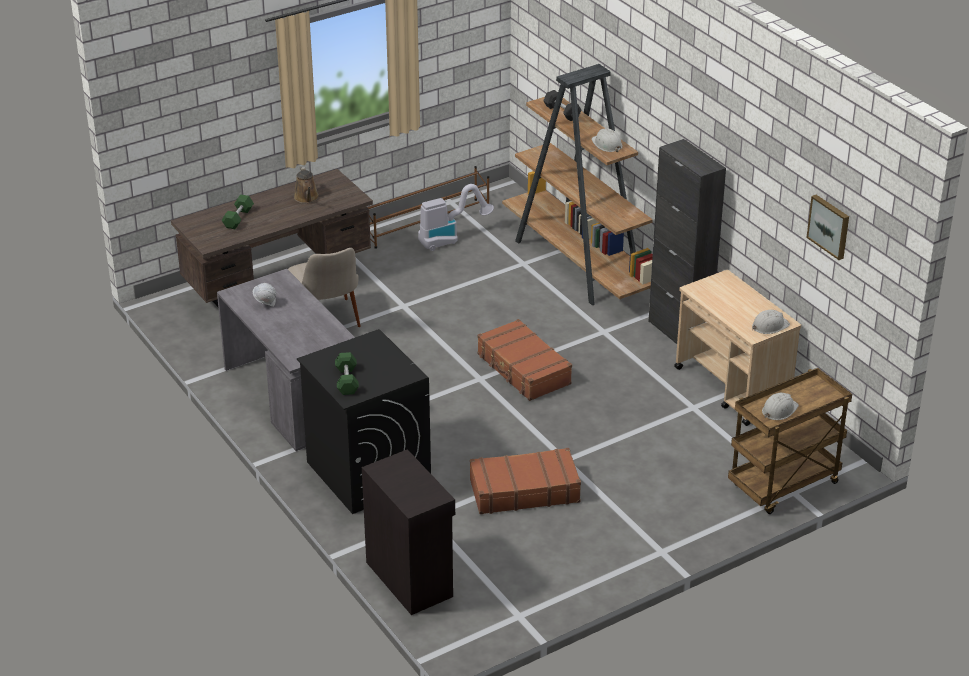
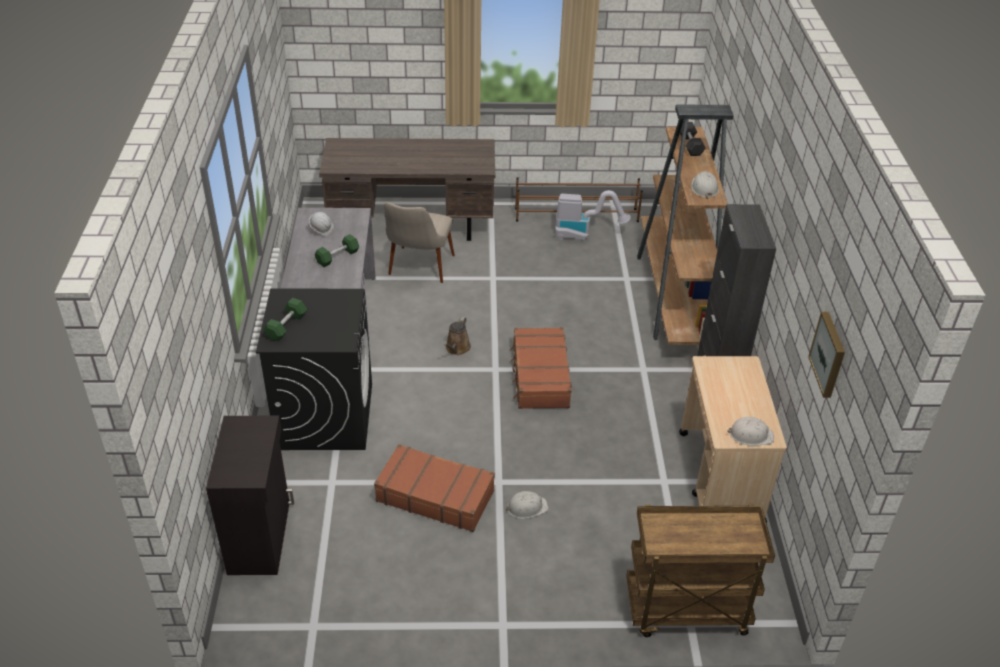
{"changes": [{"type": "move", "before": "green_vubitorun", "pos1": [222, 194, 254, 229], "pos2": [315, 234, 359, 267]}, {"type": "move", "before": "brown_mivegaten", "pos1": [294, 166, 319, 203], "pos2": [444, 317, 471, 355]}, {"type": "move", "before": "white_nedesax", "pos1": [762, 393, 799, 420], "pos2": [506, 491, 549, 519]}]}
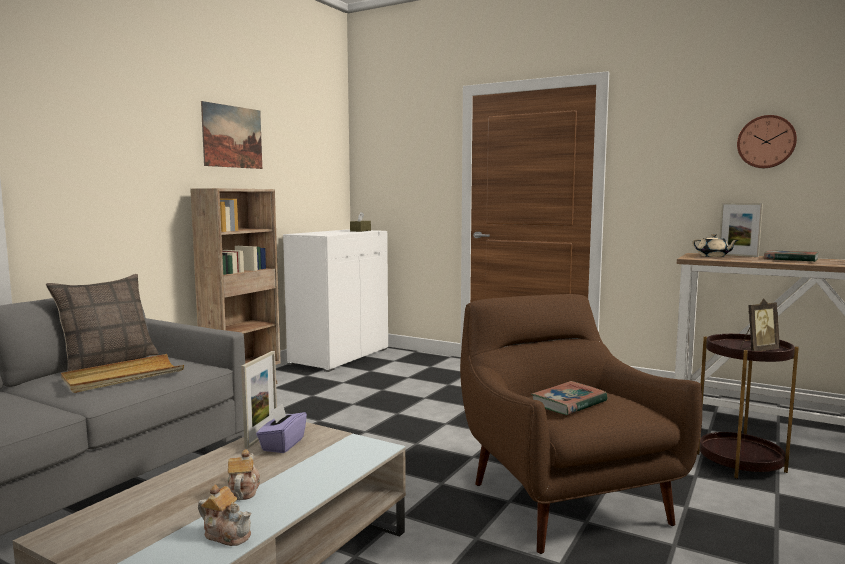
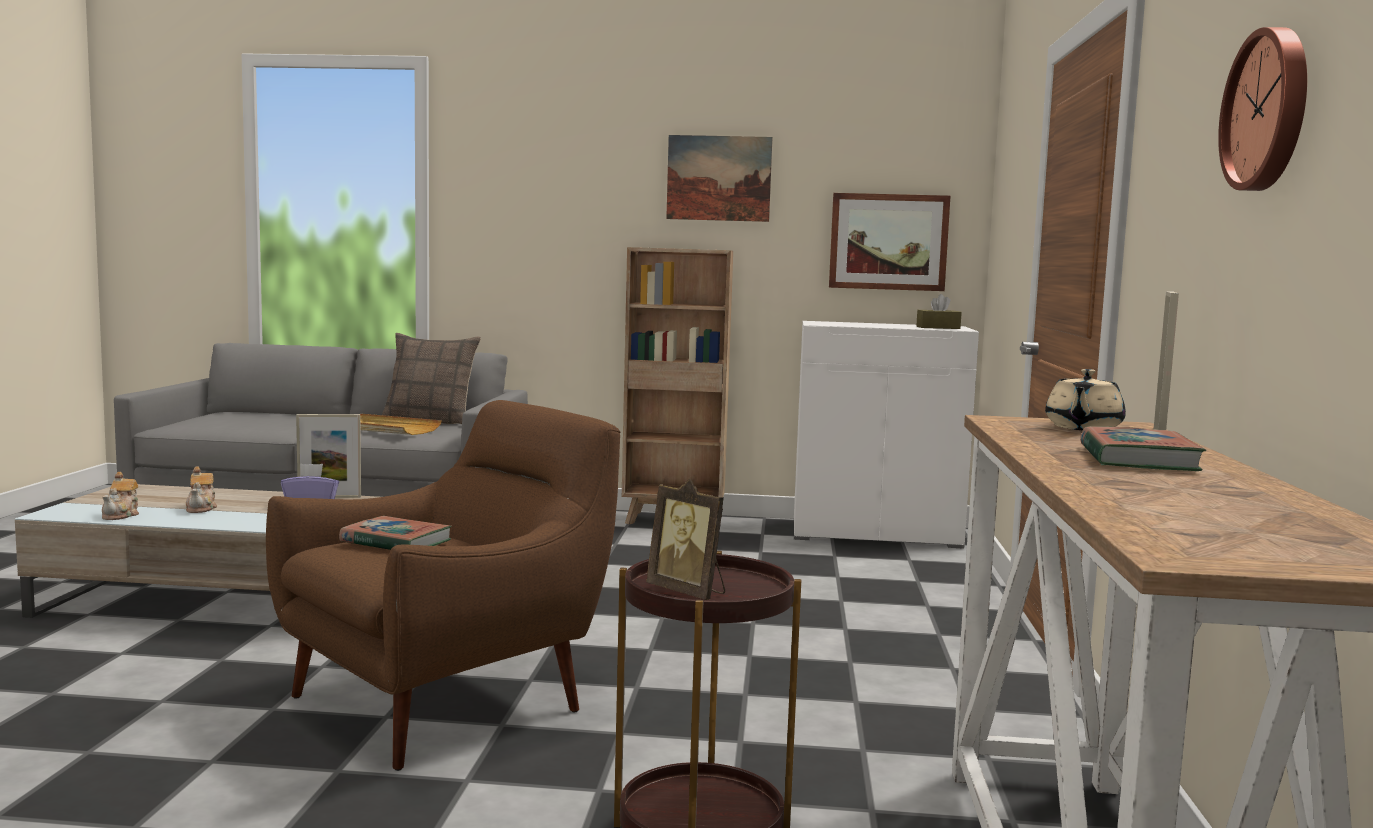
{"changes": [{"type": "rotate", "before": "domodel", "pos1": [228, 449, 260, 500], "pos2": [186, 466, 217, 513], "turn": 105}, {"type": "insert", "after": "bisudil", "pos2": [829, 193, 950, 291]}]}
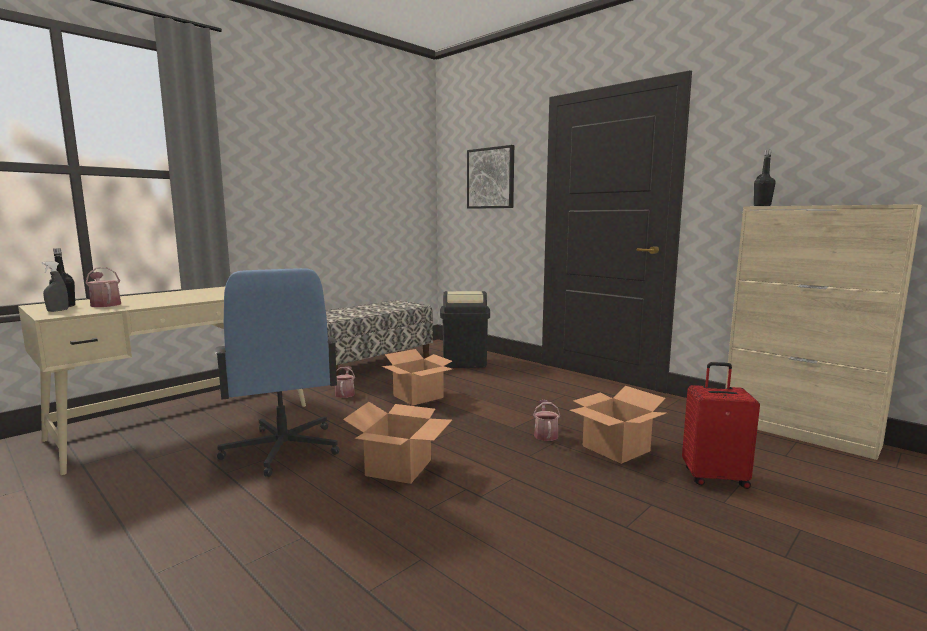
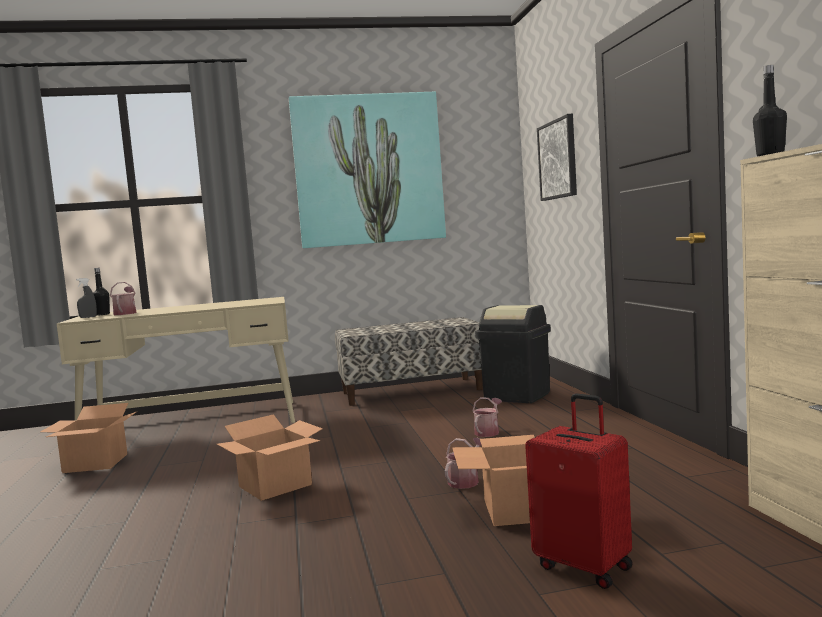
{"changes": [{"type": "move", "before": "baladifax", "pos1": [382, 349, 452, 406], "pos2": [41, 403, 136, 473]}, {"type": "insert", "after": "bisudil", "pos2": [289, 92, 446, 248]}, {"type": "move", "before": "mivegaten", "pos1": [335, 366, 355, 398], "pos2": [473, 397, 502, 437]}, {"type": "delete", "before": "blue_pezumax", "pos1": [214, 268, 340, 477]}]}
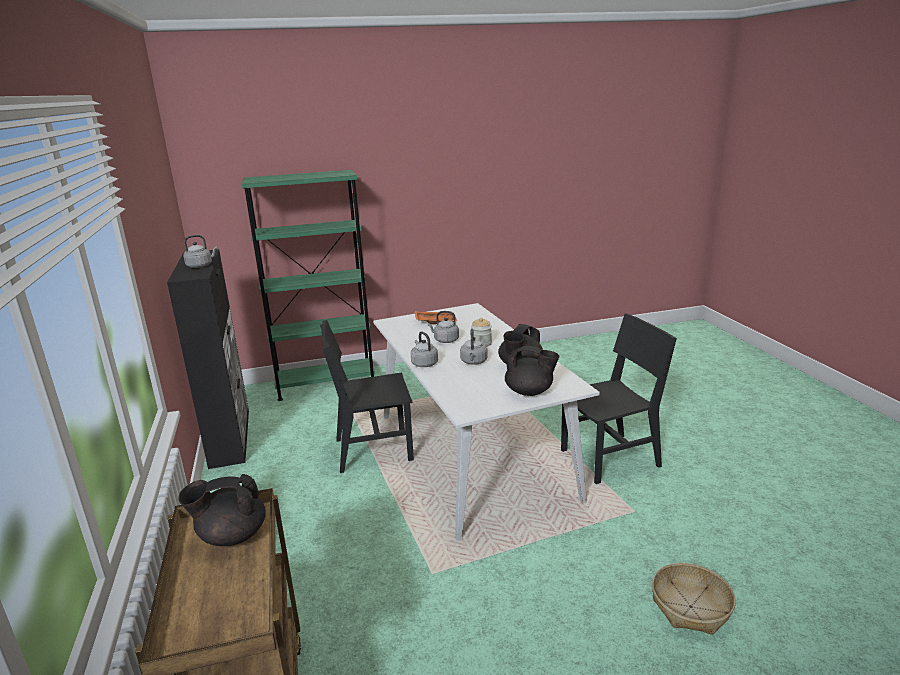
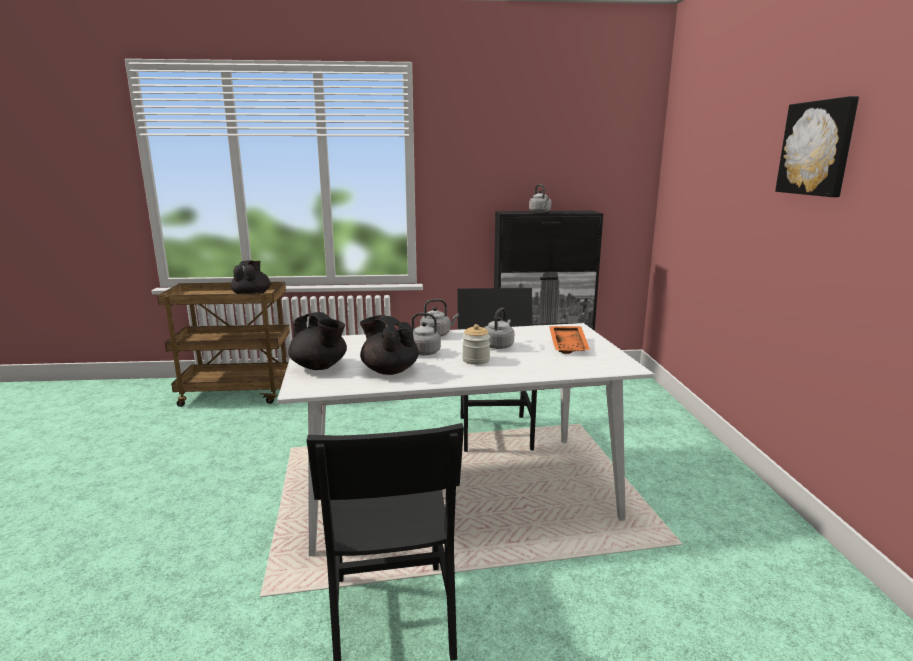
{"changes": [{"type": "rotate", "before": "black_domodel", "pos1": [505, 346, 560, 396], "pos2": [288, 312, 347, 370], "turn": -75}, {"type": "insert", "after": "bisudil", "pos2": [775, 96, 859, 197]}, {"type": "delete", "before": "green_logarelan", "pos1": [242, 170, 375, 401]}, {"type": "delete", "before": "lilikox", "pos1": [652, 563, 736, 635]}]}
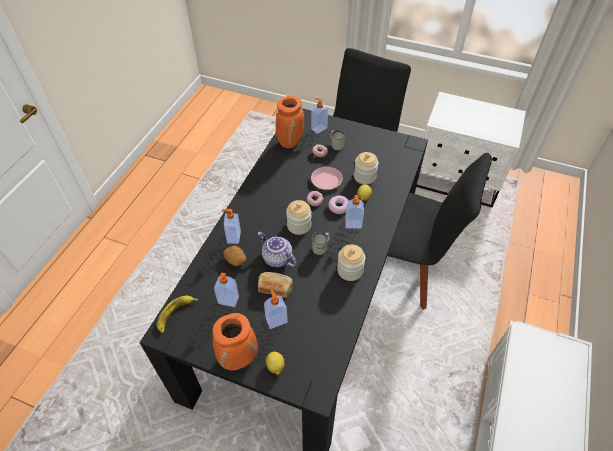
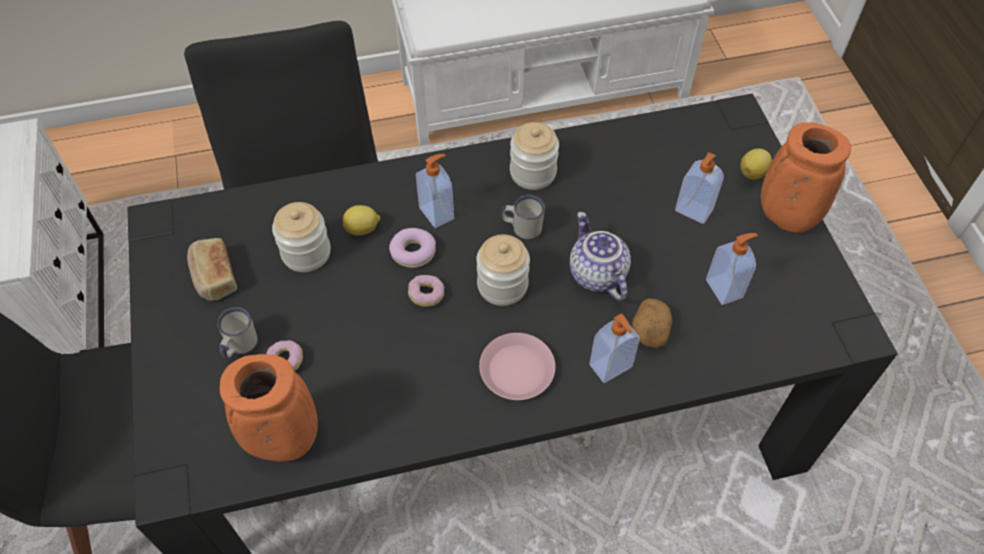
{"changes": [{"type": "move", "before": "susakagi", "pos1": [258, 272, 293, 298], "pos2": [187, 238, 237, 301]}, {"type": "move", "before": "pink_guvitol", "pos1": [311, 167, 343, 190], "pos2": [479, 333, 556, 400]}, {"type": "rotate", "before": "domodel", "pos1": [258, 232, 297, 268], "pos2": [570, 212, 631, 301], "turn": 150}, {"type": "delete", "before": "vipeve", "pos1": [157, 296, 198, 333]}, {"type": "delete", "before": "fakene", "pos1": [311, 98, 328, 134]}]}
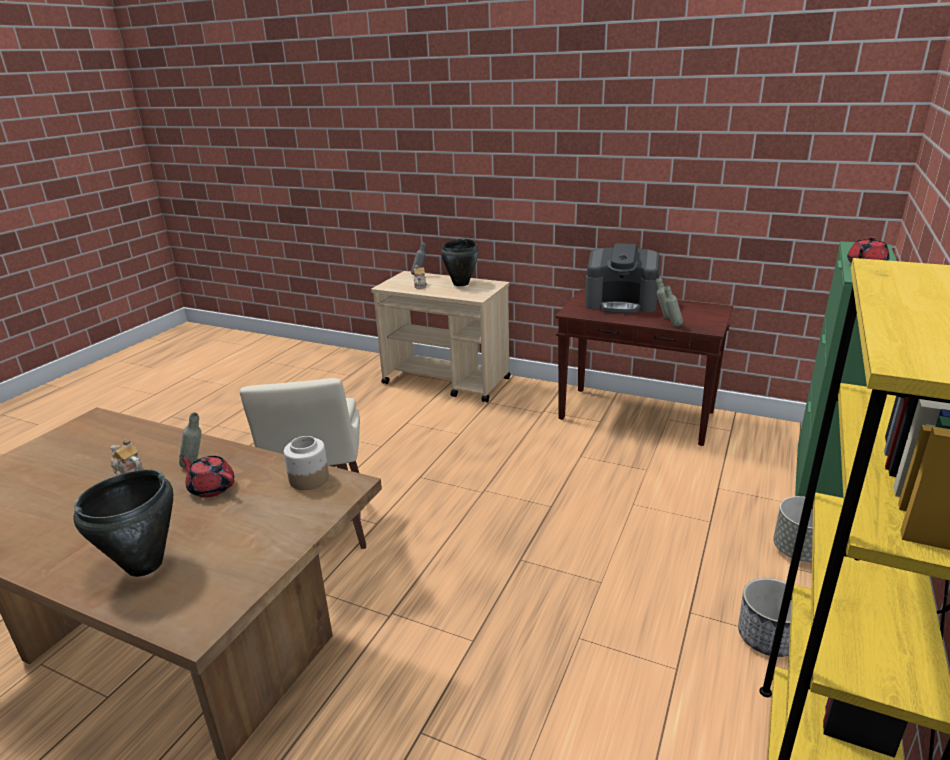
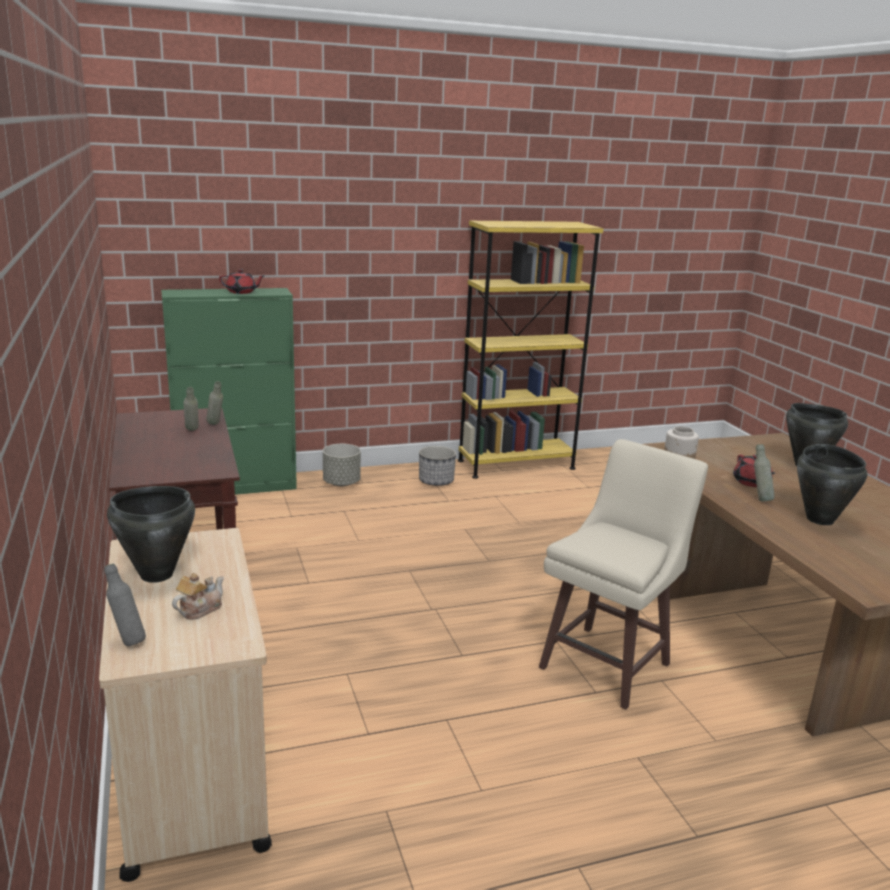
{"changes": [{"type": "replace", "before": "domodel", "after": "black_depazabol", "pos1": [110, 438, 143, 475], "pos2": [797, 444, 867, 525]}, {"type": "delete", "before": "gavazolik", "pos1": [585, 243, 660, 314]}]}
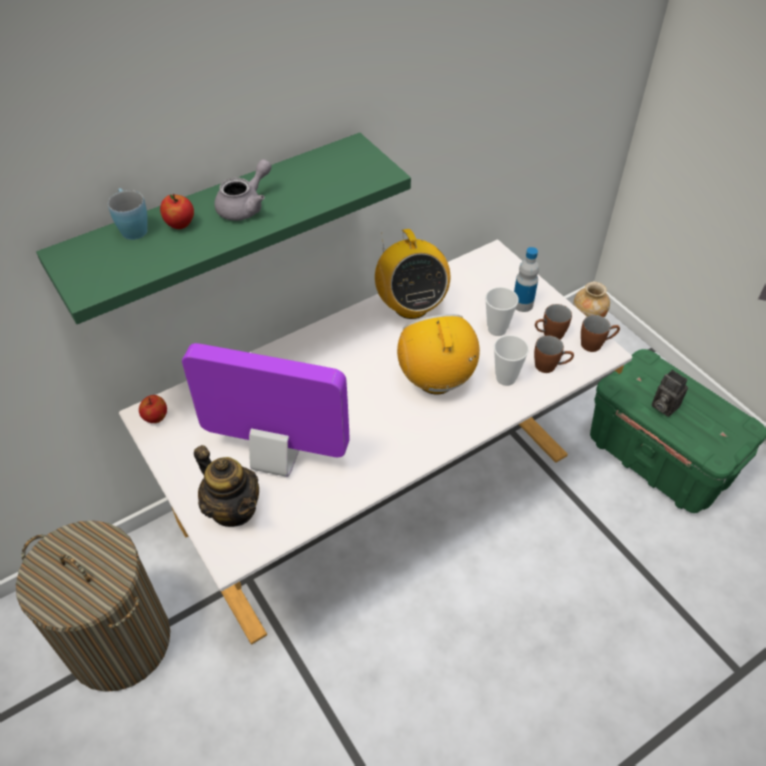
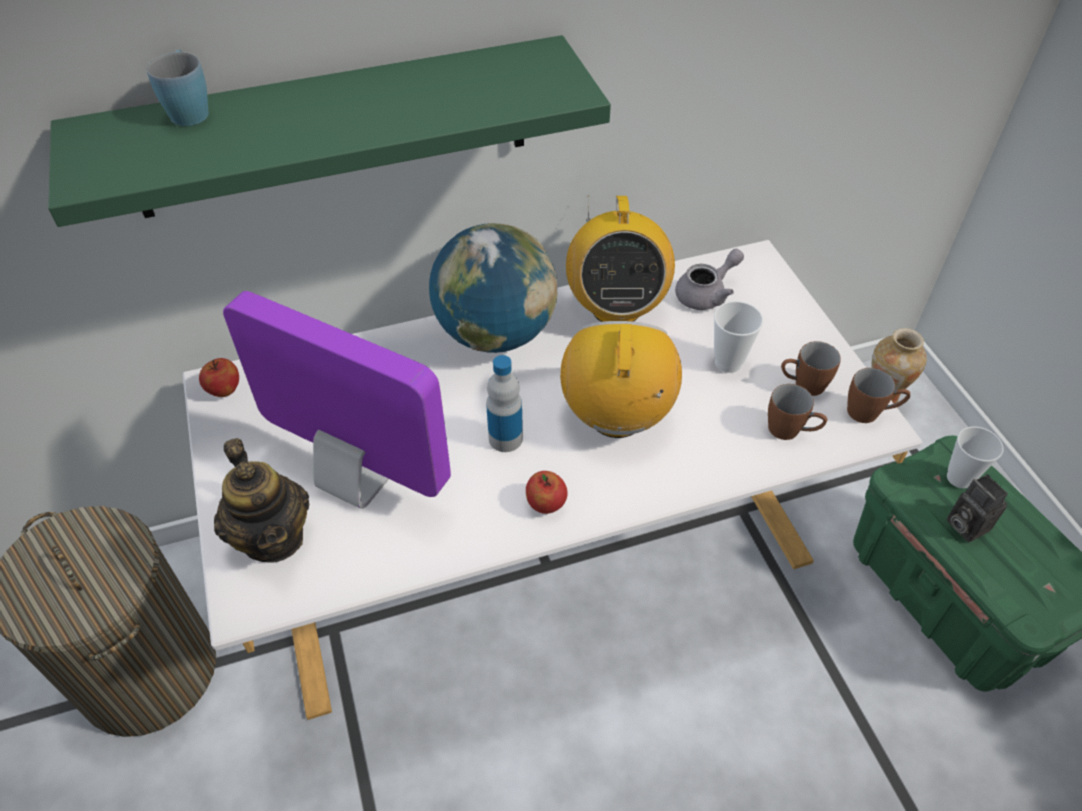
{"changes": [{"type": "insert", "after": "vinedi", "pos2": [429, 223, 558, 353]}, {"type": "move", "before": "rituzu", "pos1": [514, 247, 539, 312], "pos2": [486, 355, 523, 452]}, {"type": "move", "before": "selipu", "pos1": [160, 194, 194, 229], "pos2": [526, 471, 568, 514]}, {"type": "move", "before": "grey_domodel", "pos1": [214, 159, 272, 221], "pos2": [675, 249, 744, 310]}, {"type": "move", "before": "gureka", "pos1": [494, 335, 529, 386], "pos2": [947, 426, 1003, 488]}]}
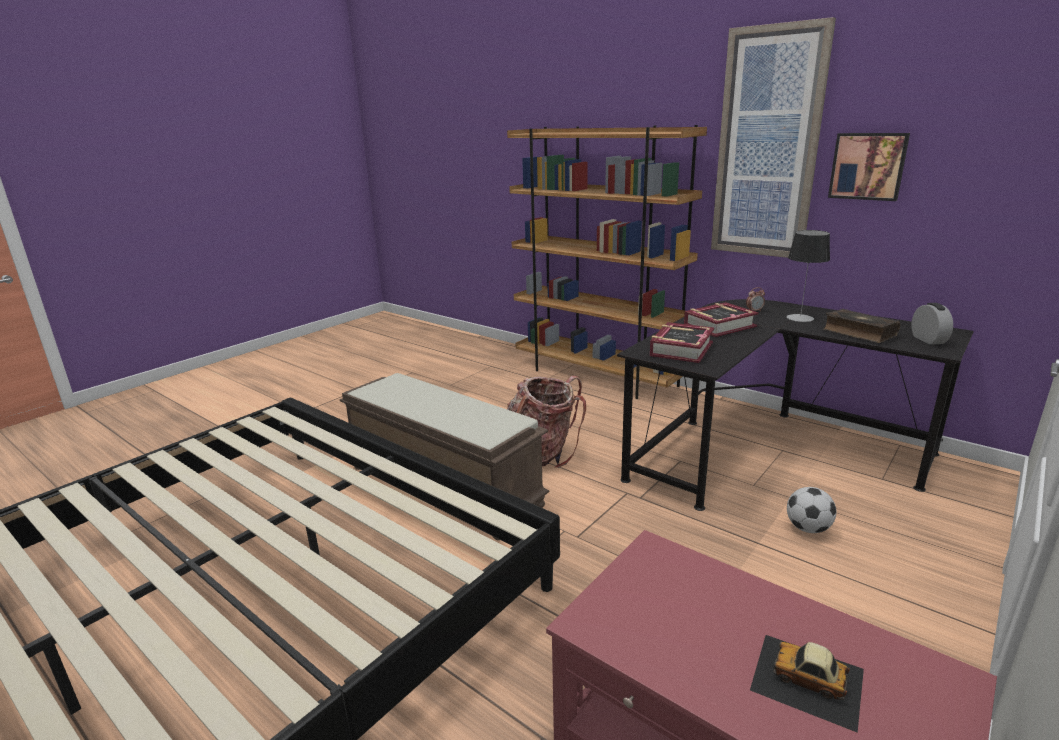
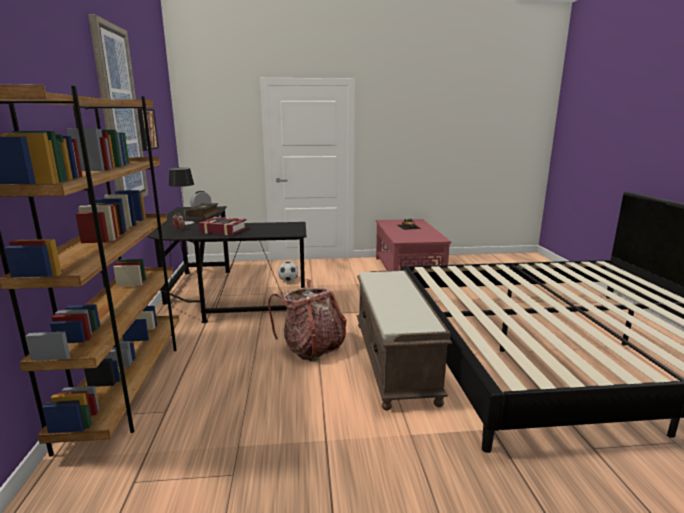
{"changes": [{"type": "delete", "before": "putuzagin", "pos1": [650, 322, 714, 363]}]}
